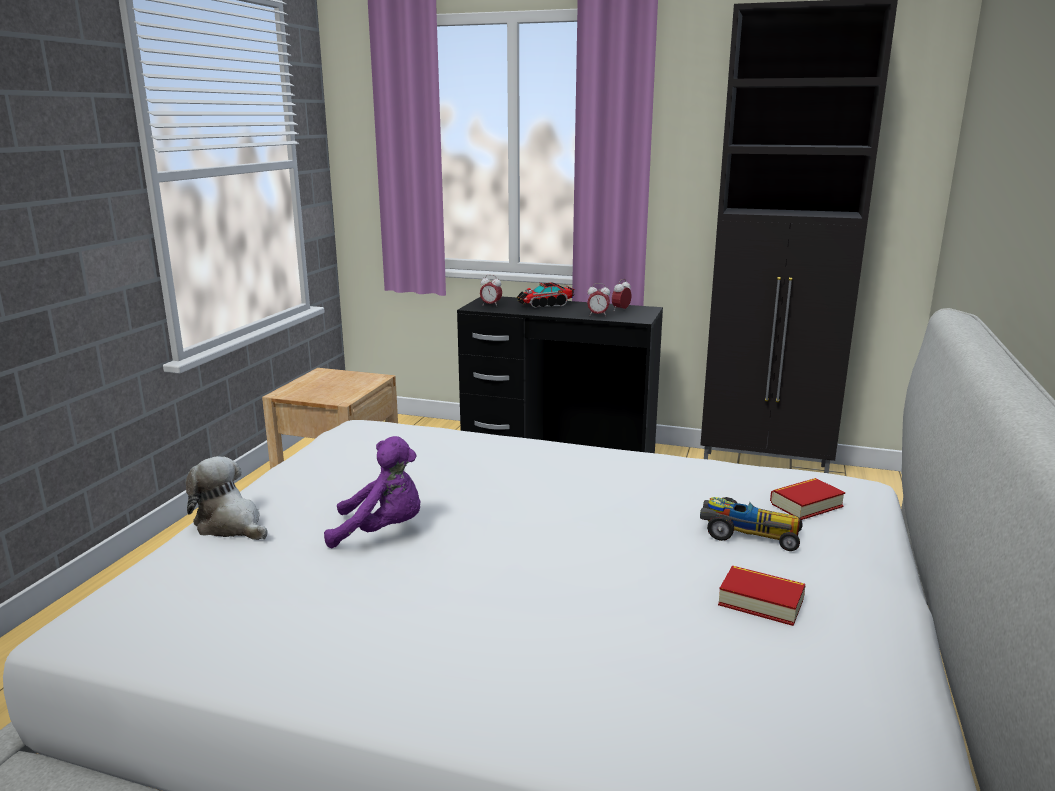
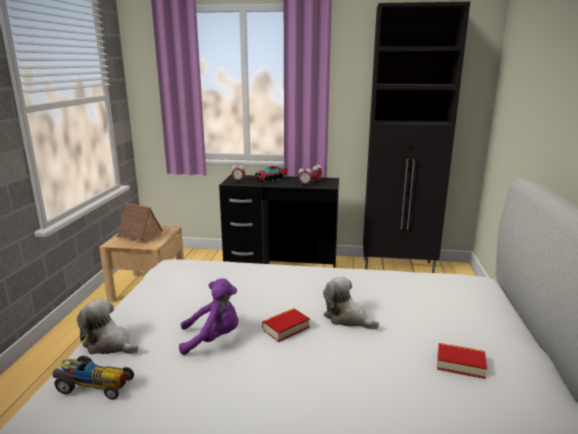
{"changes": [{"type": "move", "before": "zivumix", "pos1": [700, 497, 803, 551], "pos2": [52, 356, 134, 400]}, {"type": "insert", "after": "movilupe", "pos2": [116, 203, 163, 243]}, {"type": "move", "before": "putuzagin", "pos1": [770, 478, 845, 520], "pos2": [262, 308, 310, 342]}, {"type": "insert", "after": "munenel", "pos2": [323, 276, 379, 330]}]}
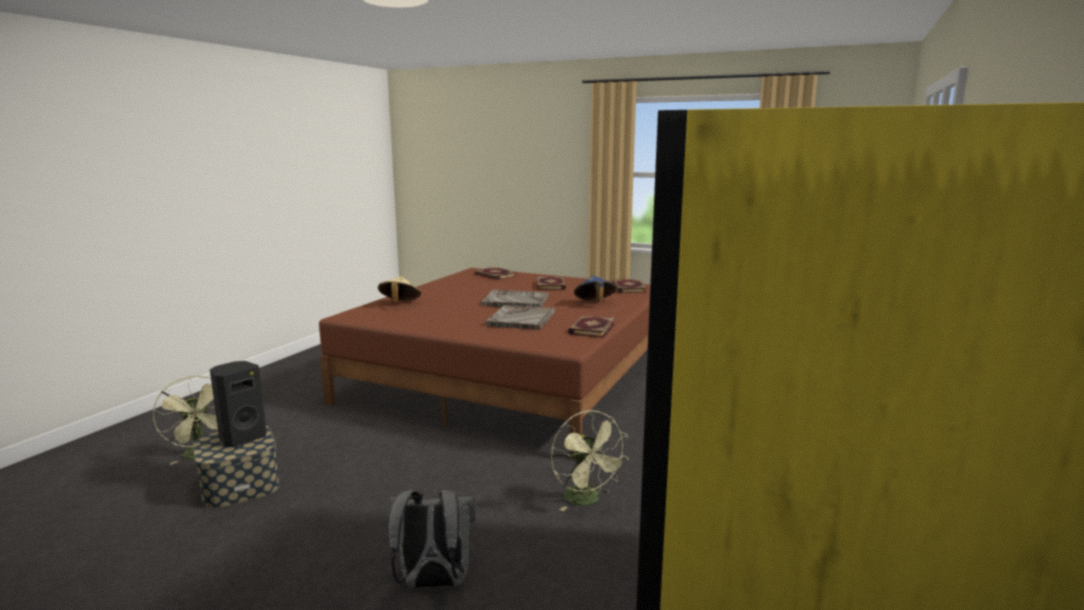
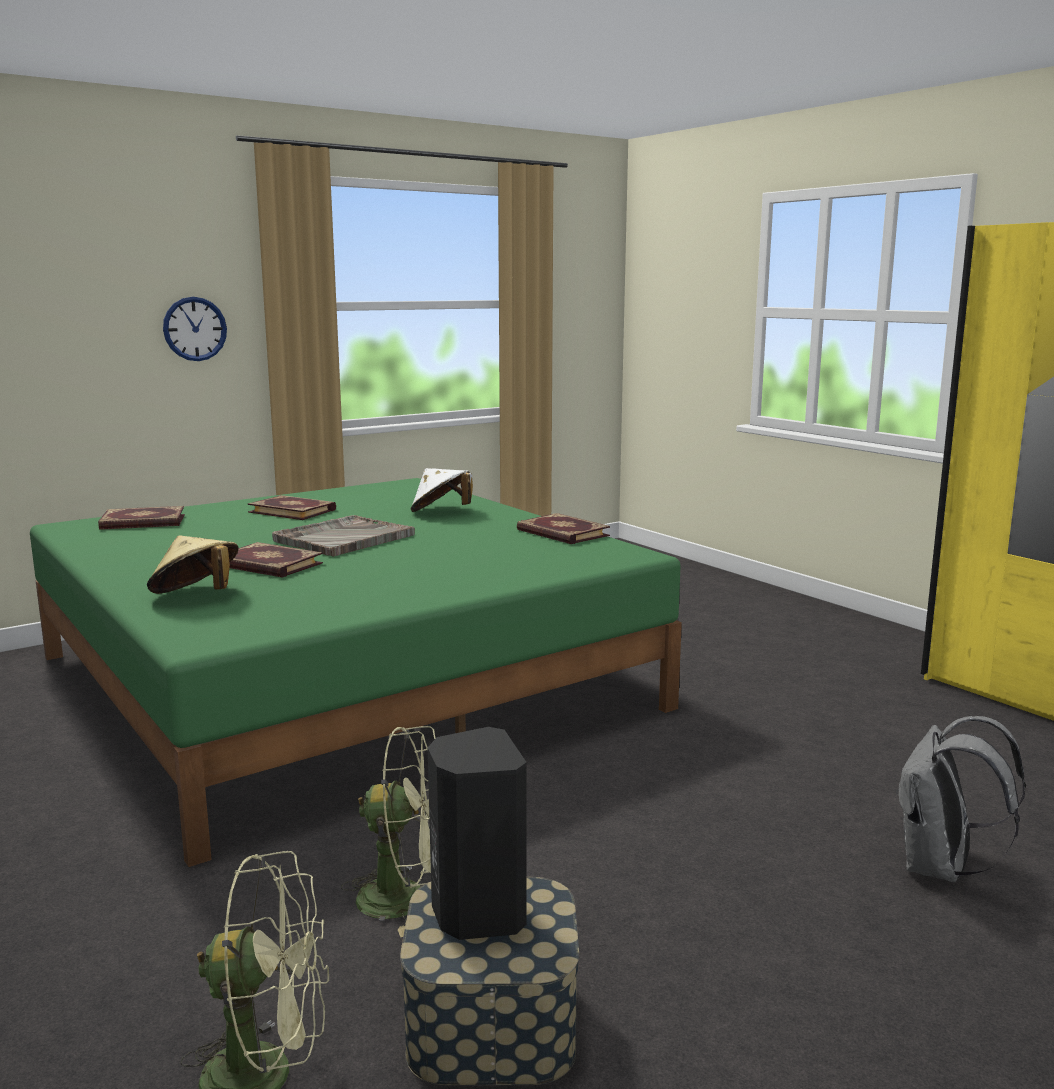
{"changes": [{"type": "recolor", "before": "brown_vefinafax", "after": "green_vefinafax", "pos1": [319, 268, 650, 459], "pos2": [30, 478, 682, 867]}, {"type": "insert", "after": "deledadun", "pos2": [163, 297, 227, 361]}, {"type": "move", "before": "putuzagin", "pos1": [613, 279, 647, 293], "pos2": [229, 542, 323, 578]}, {"type": "move", "before": "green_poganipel", "pos1": [551, 410, 629, 511], "pos2": [341, 726, 436, 937]}, {"type": "recolor", "before": "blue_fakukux", "after": "white_fakukux", "pos1": [574, 276, 616, 301], "pos2": [411, 468, 473, 512]}, {"type": "delete", "before": "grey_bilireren", "pos1": [486, 305, 555, 330]}]}
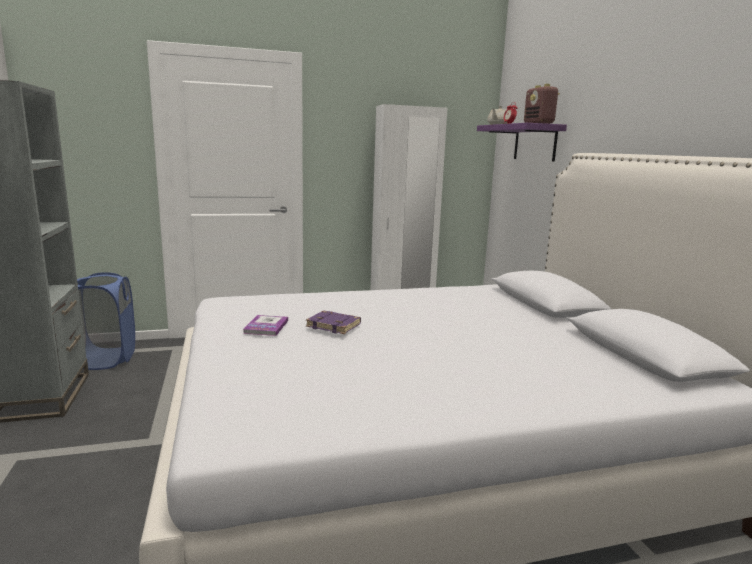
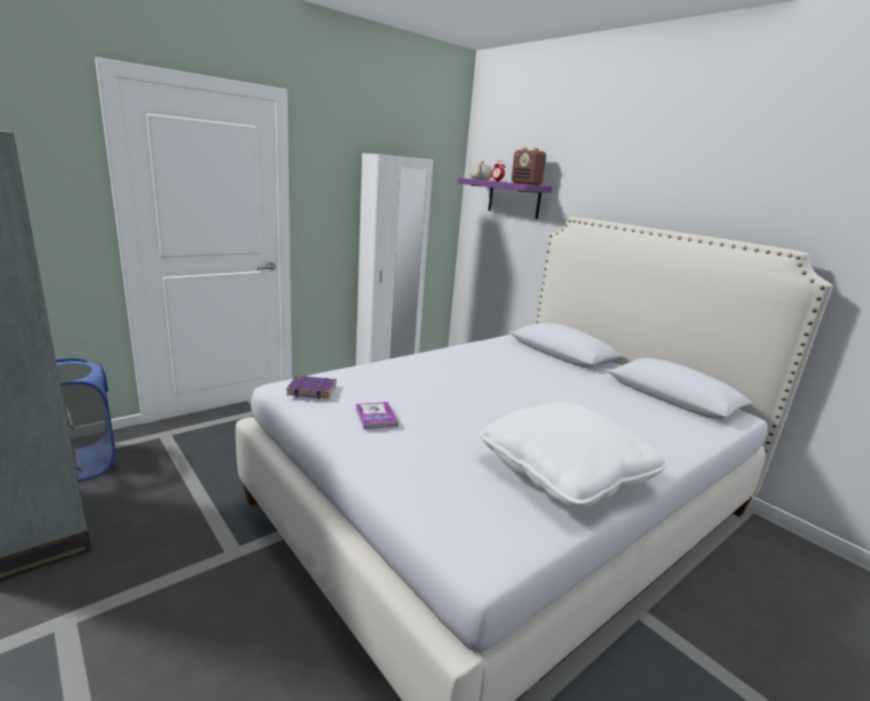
{"changes": [{"type": "move", "before": "purple_putuzagin", "pos1": [306, 311, 361, 334], "pos2": [286, 376, 336, 399]}, {"type": "insert", "after": "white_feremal", "pos2": [478, 402, 668, 509]}]}
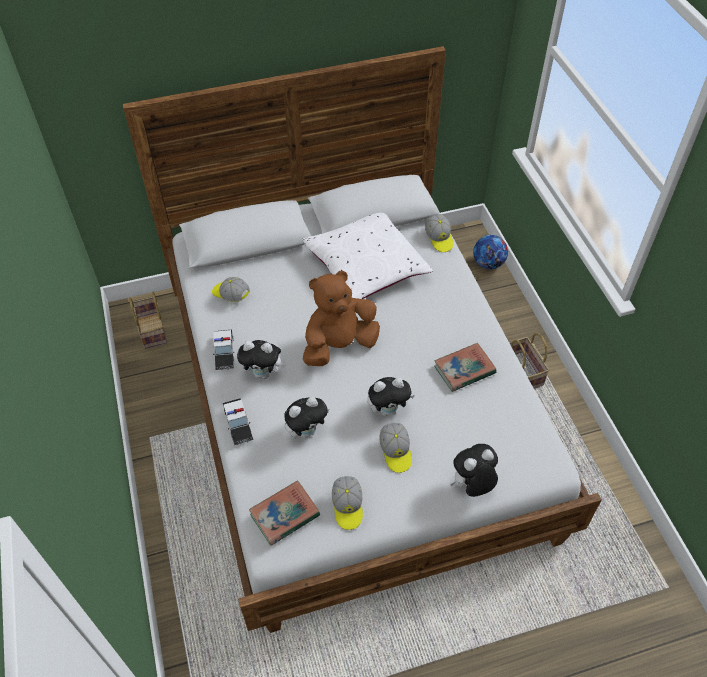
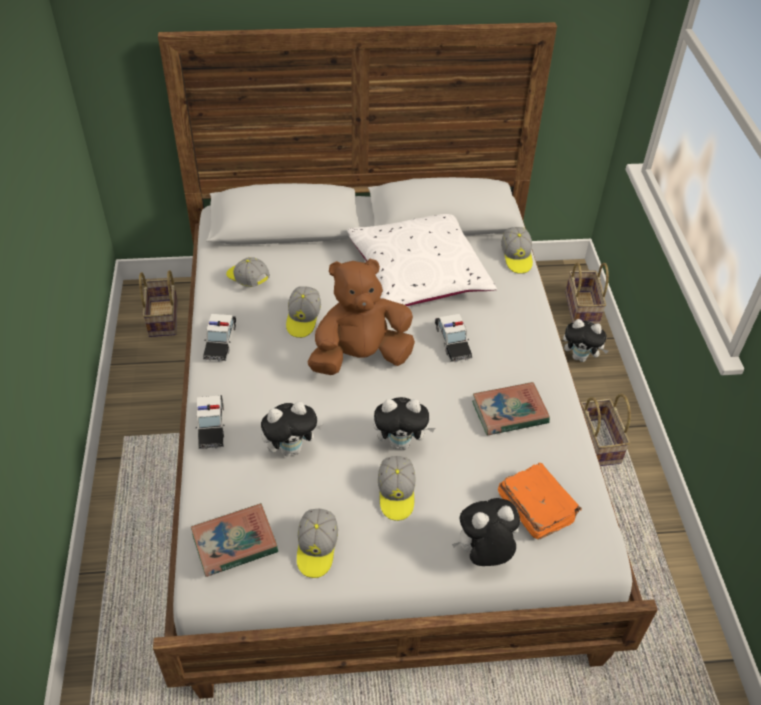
{"changes": [{"type": "insert", "after": "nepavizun", "pos2": [286, 286, 321, 338]}, {"type": "insert", "after": "zivumix", "pos2": [435, 314, 472, 362]}, {"type": "insert", "after": "orange_putuzagin", "pos2": [498, 463, 582, 539]}, {"type": "move", "before": "munenel", "pos1": [237, 340, 286, 379], "pos2": [563, 319, 608, 362]}, {"type": "replace", "before": "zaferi", "after": "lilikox", "pos1": [473, 235, 508, 269], "pos2": [565, 263, 609, 324]}]}
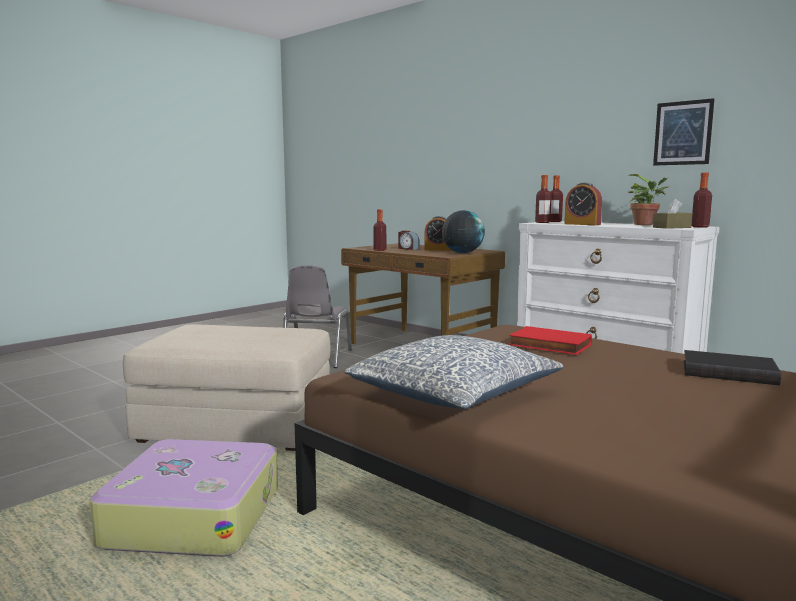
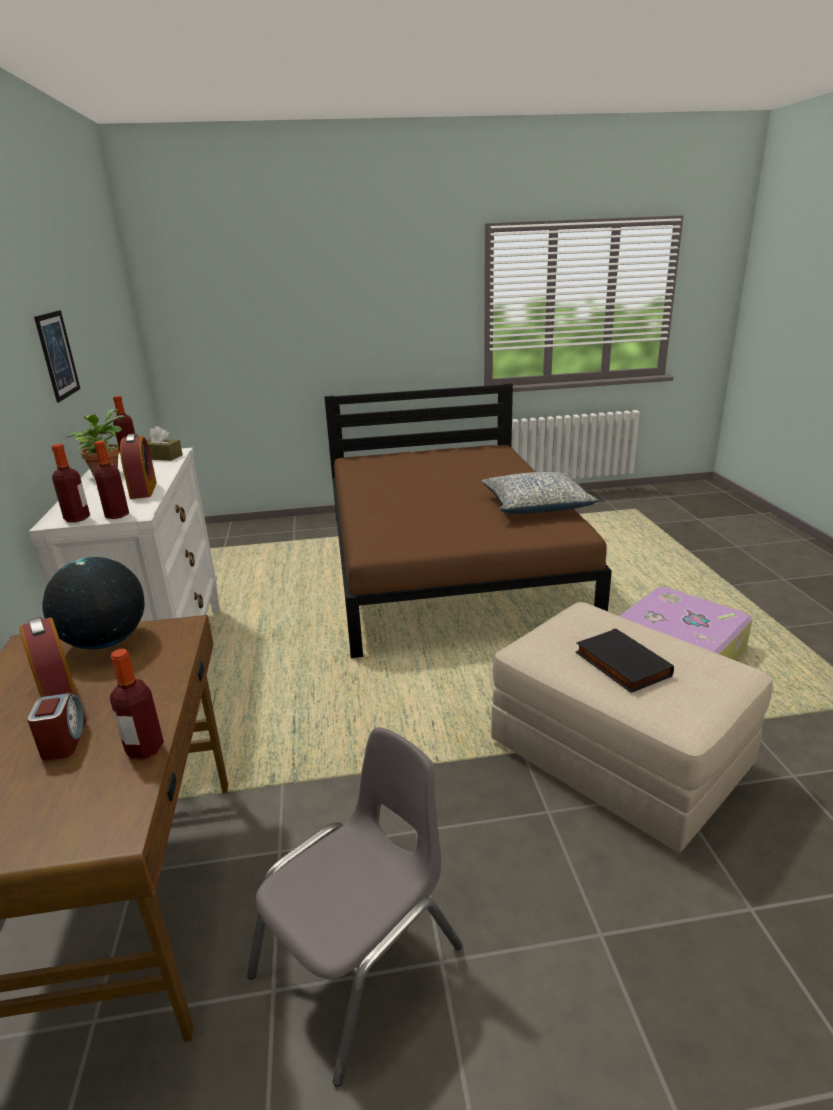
{"changes": [{"type": "move", "before": "black_putuzagin", "pos1": [684, 350, 781, 386], "pos2": [576, 628, 674, 693]}, {"type": "delete", "before": "red_putuzagin", "pos1": [509, 326, 592, 355]}]}
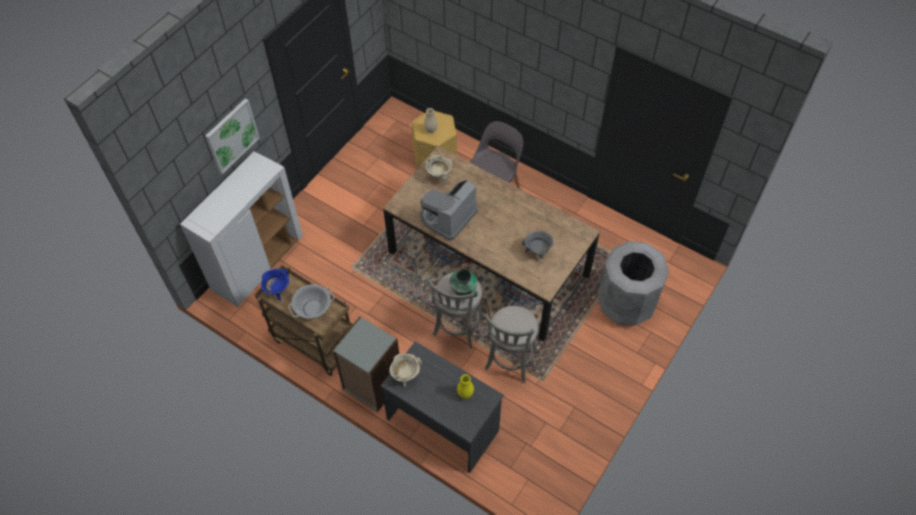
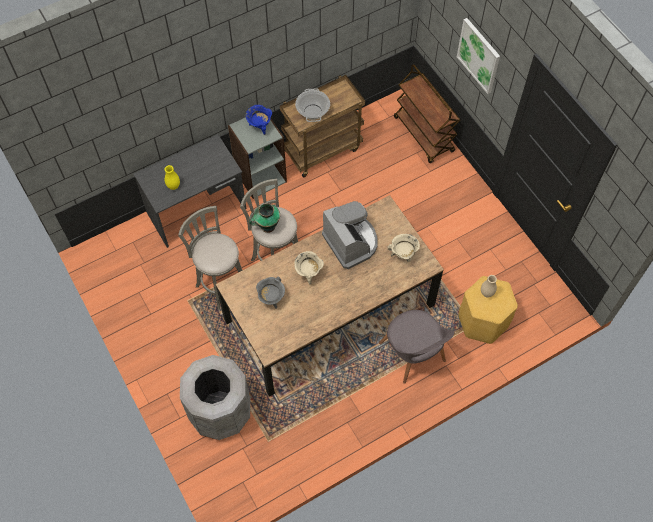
{"changes": [{"type": "move", "before": "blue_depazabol", "pos1": [261, 269, 289, 301], "pos2": [246, 105, 272, 135]}, {"type": "move", "before": "beige_depazabol", "pos1": [389, 353, 422, 387], "pos2": [294, 251, 324, 284]}, {"type": "replace", "before": "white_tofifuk", "after": "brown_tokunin", "pos1": [180, 151, 303, 307], "pos2": [394, 64, 461, 163]}]}
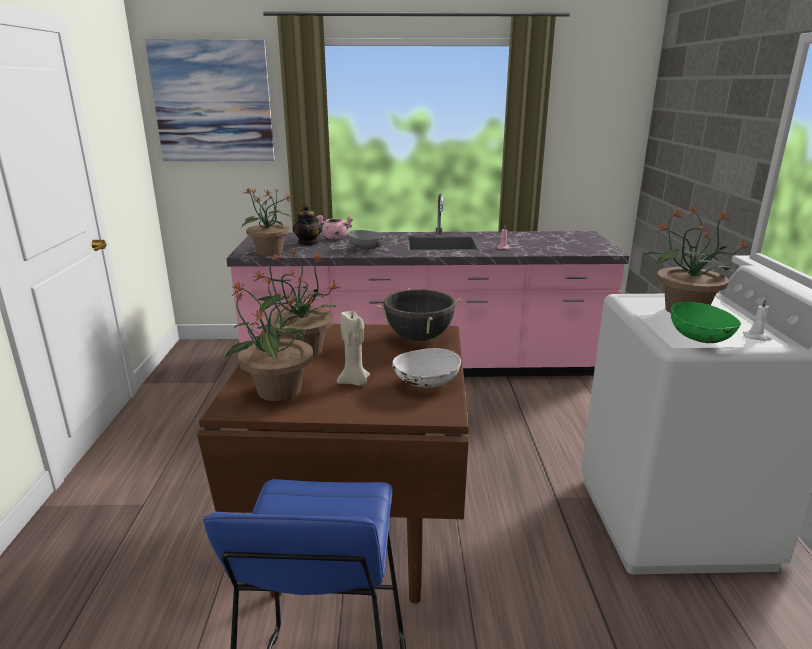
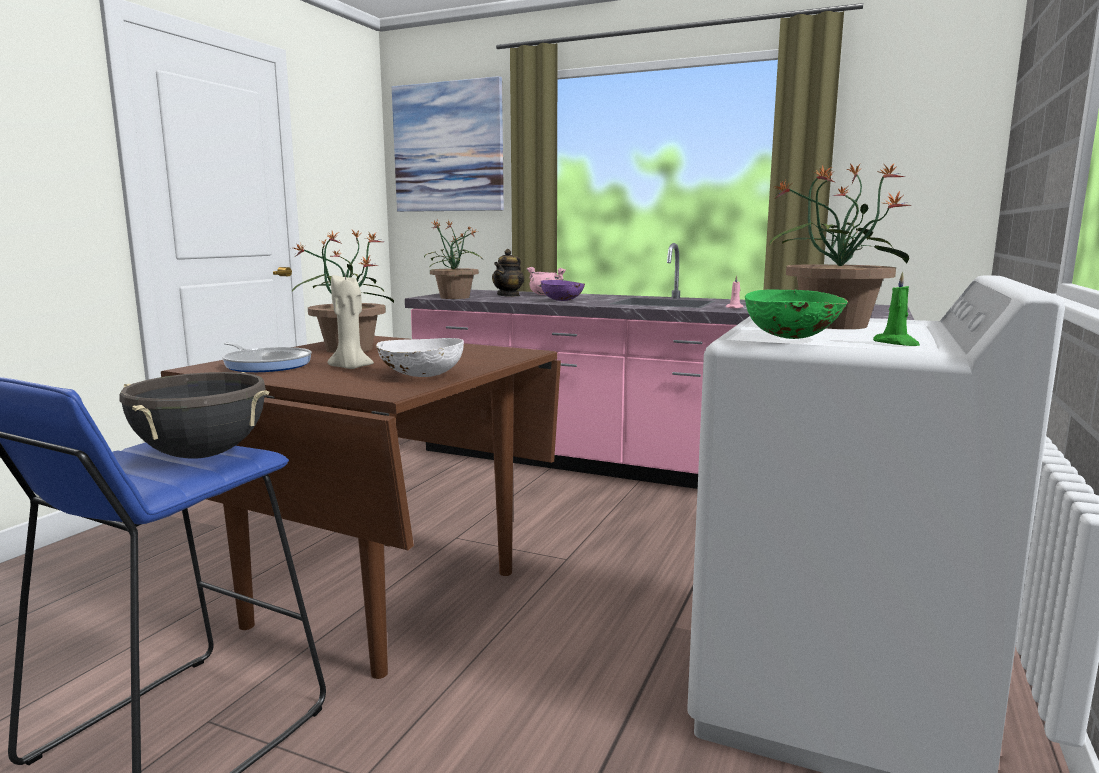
{"changes": [{"type": "move", "before": "black_depazabol", "pos1": [375, 288, 462, 341], "pos2": [119, 372, 270, 459]}, {"type": "replace", "before": "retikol", "after": "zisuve", "pos1": [224, 276, 317, 401], "pos2": [222, 342, 312, 372]}, {"type": "recolor", "before": "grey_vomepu", "after": "purple_vomepu", "pos1": [347, 230, 385, 250], "pos2": [541, 280, 585, 301]}, {"type": "recolor", "before": "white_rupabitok", "after": "green_rupabitok", "pos1": [743, 298, 772, 341], "pos2": [873, 272, 920, 346]}]}
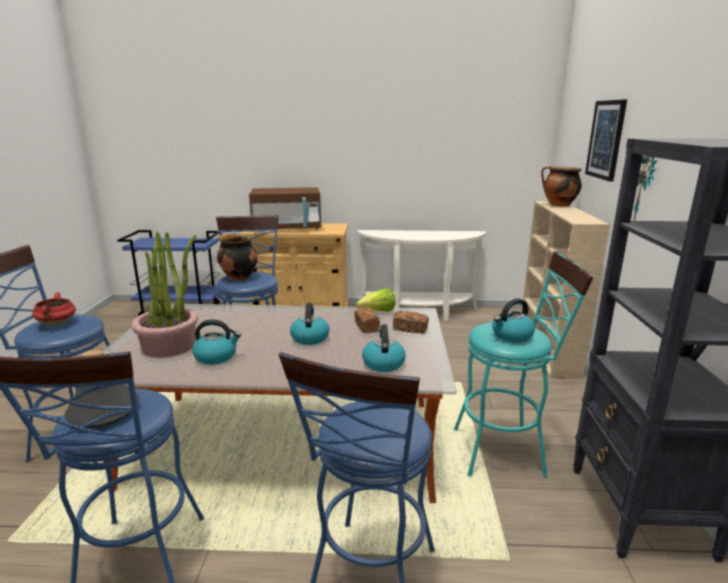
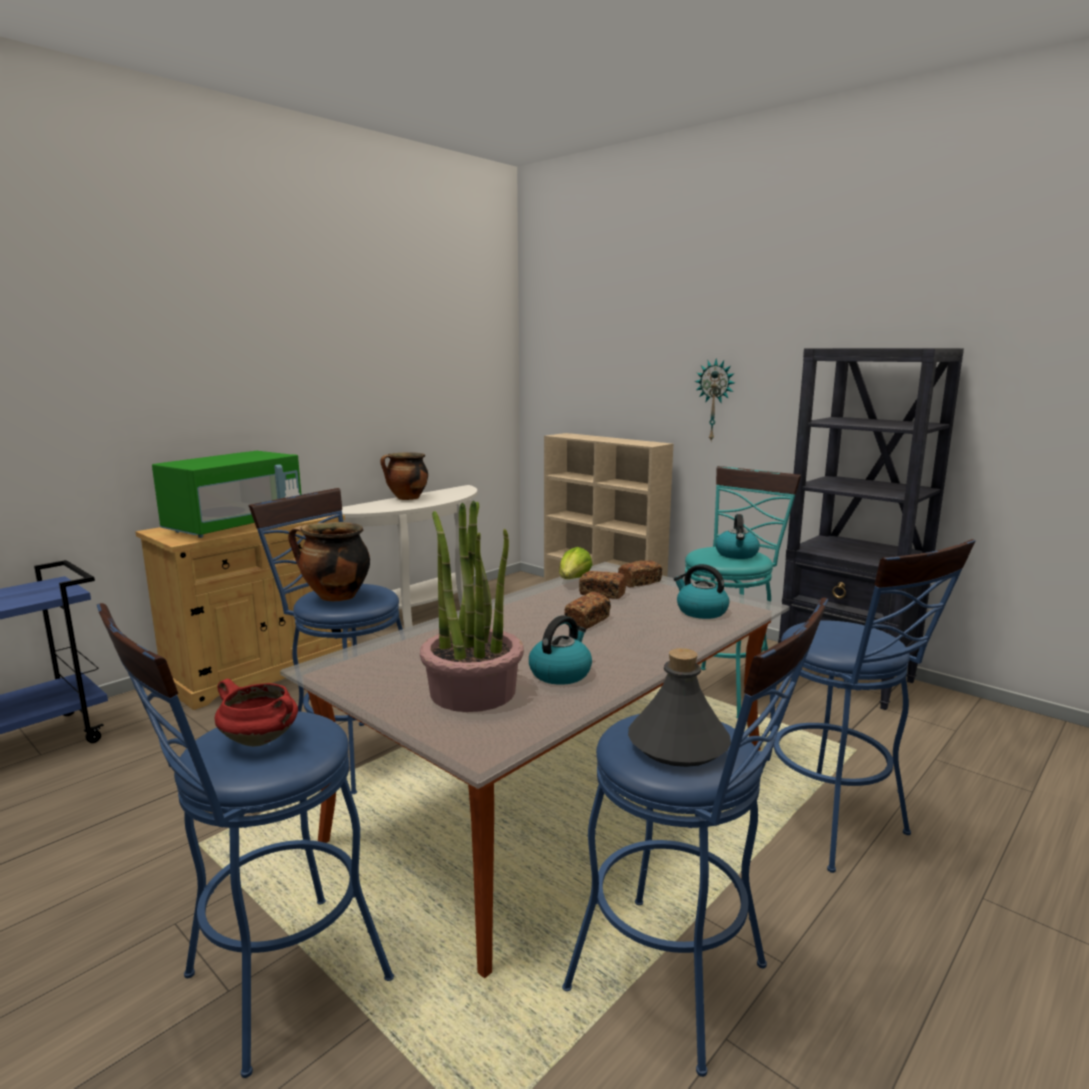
{"changes": [{"type": "recolor", "before": "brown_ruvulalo", "after": "green_ruvulalo", "pos1": [249, 187, 321, 232], "pos2": [152, 451, 301, 538]}, {"type": "move", "before": "depazabol", "pos1": [541, 166, 582, 206], "pos2": [380, 452, 428, 500]}, {"type": "replace", "before": "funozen", "after": "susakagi", "pos1": [290, 303, 329, 345], "pos2": [564, 592, 611, 630]}, {"type": "delete", "before": "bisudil", "pos1": [585, 100, 627, 182]}]}
